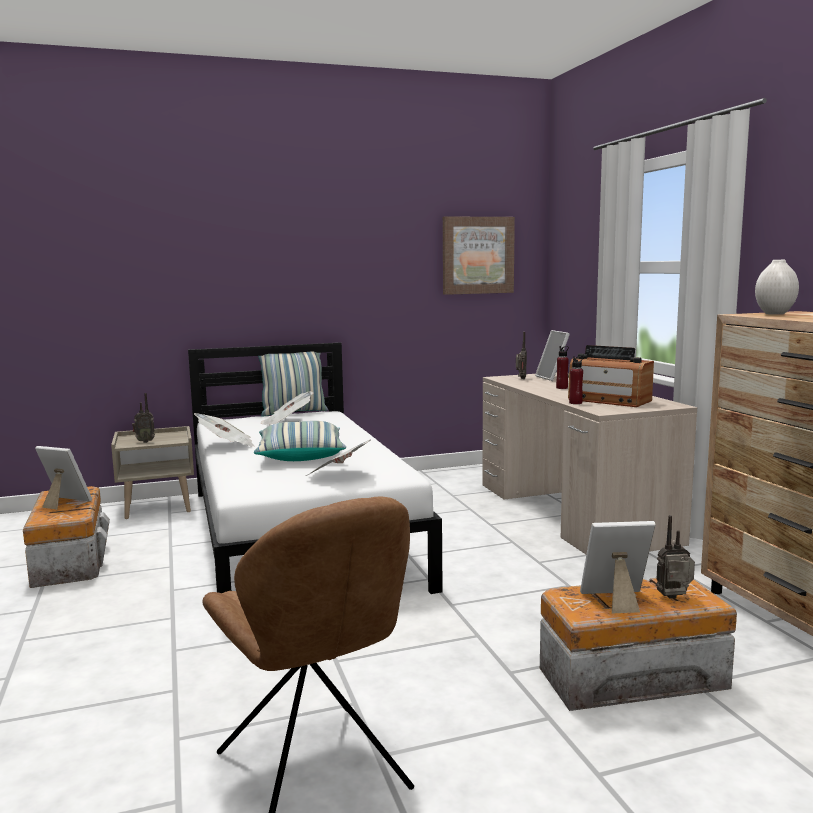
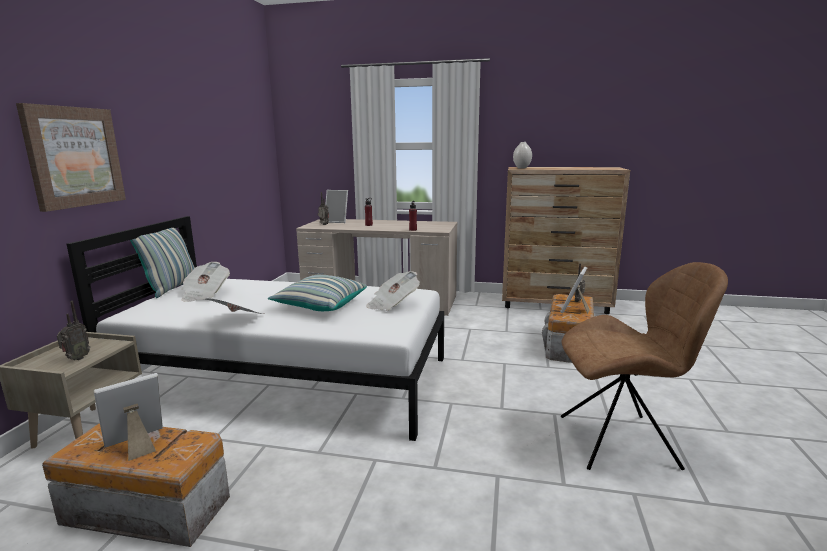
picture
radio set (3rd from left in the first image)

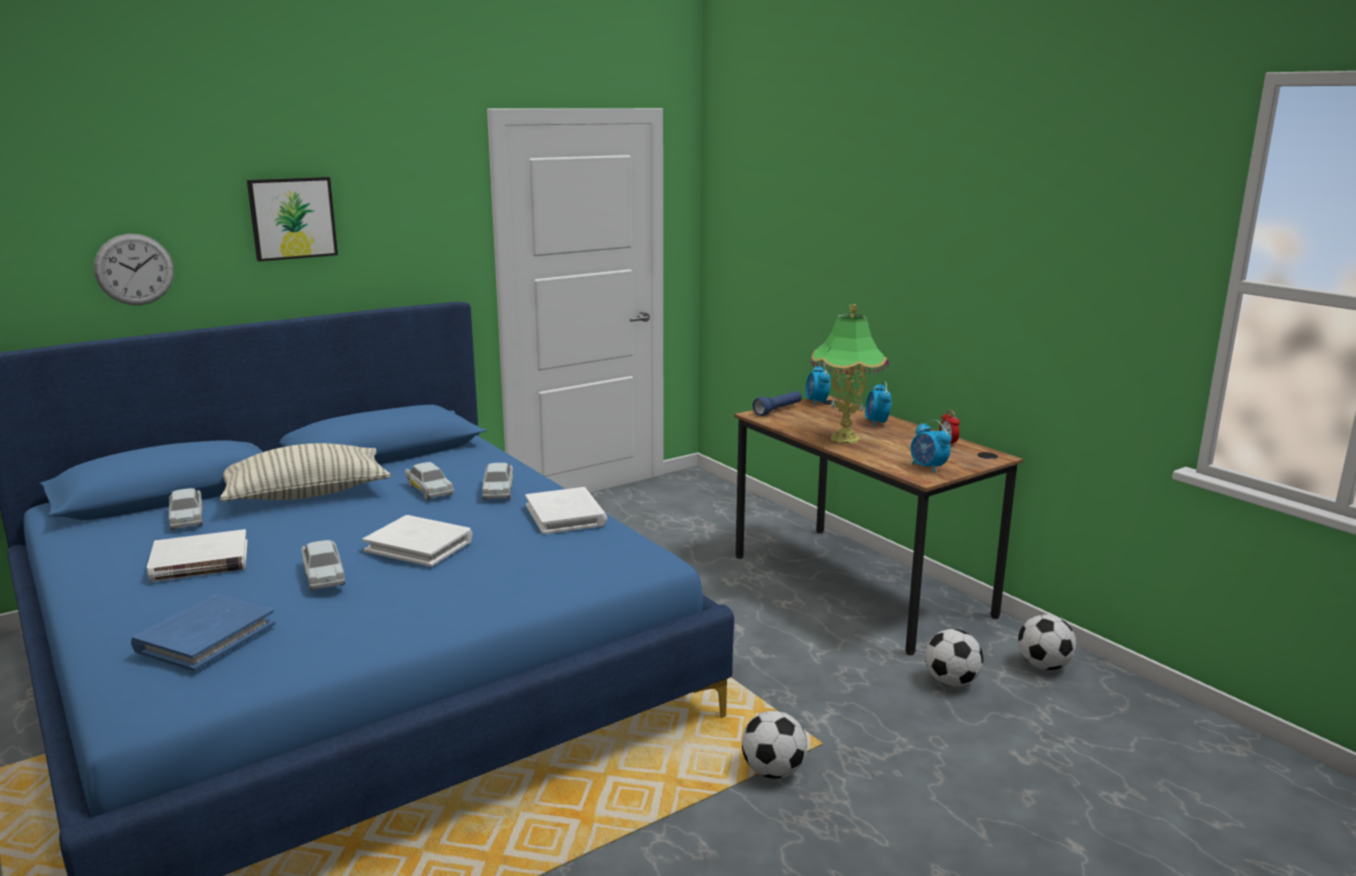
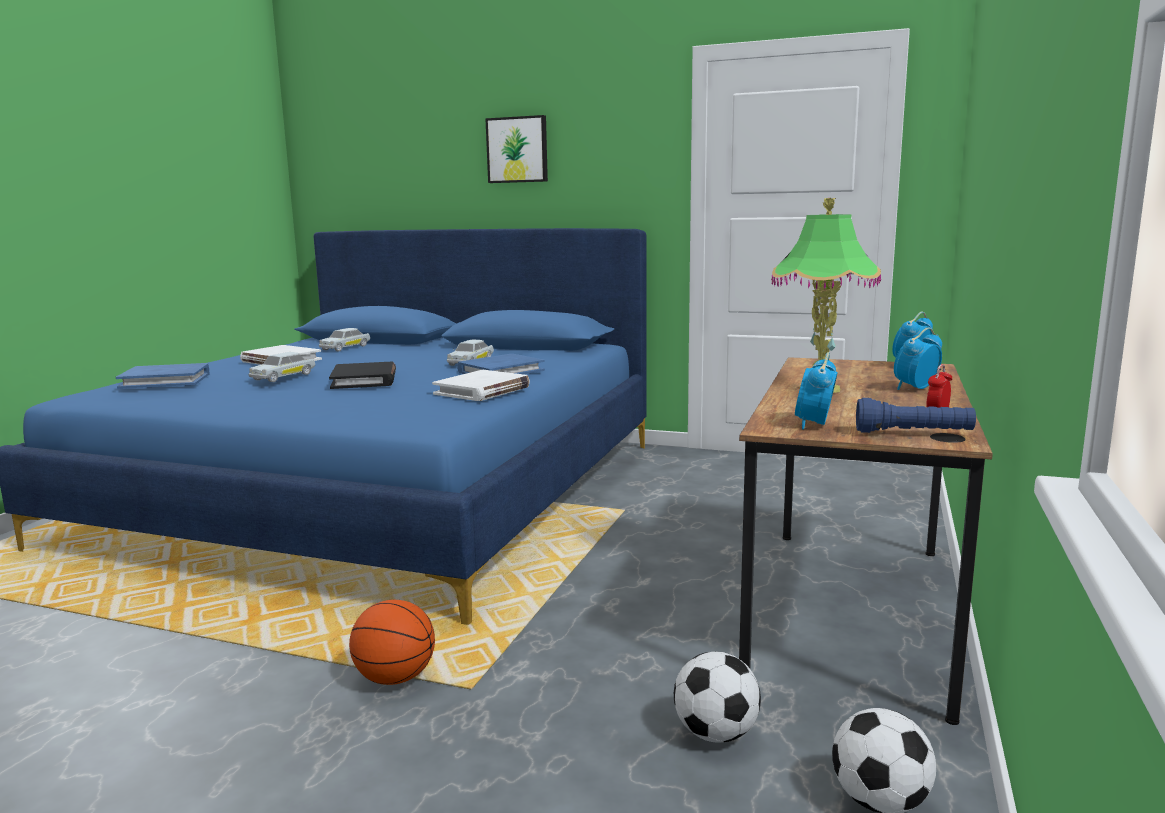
hanging clock
cushion
black-coloured volume
bluish volume (2nd from left)
basketball ball
bluish hand torch

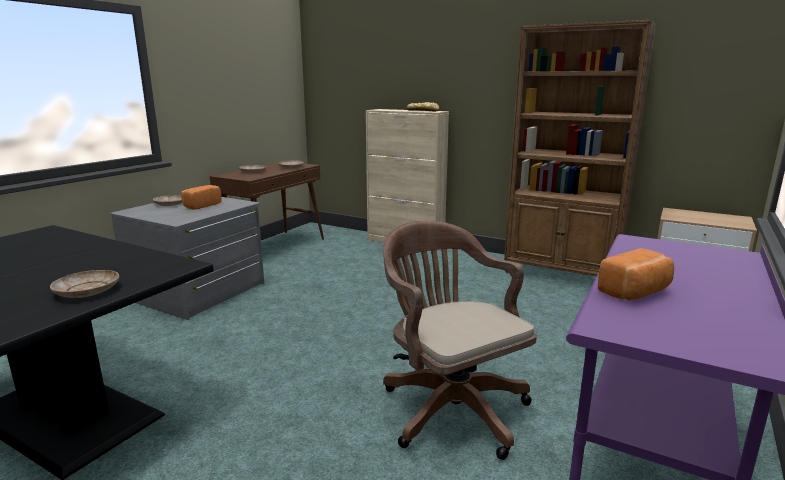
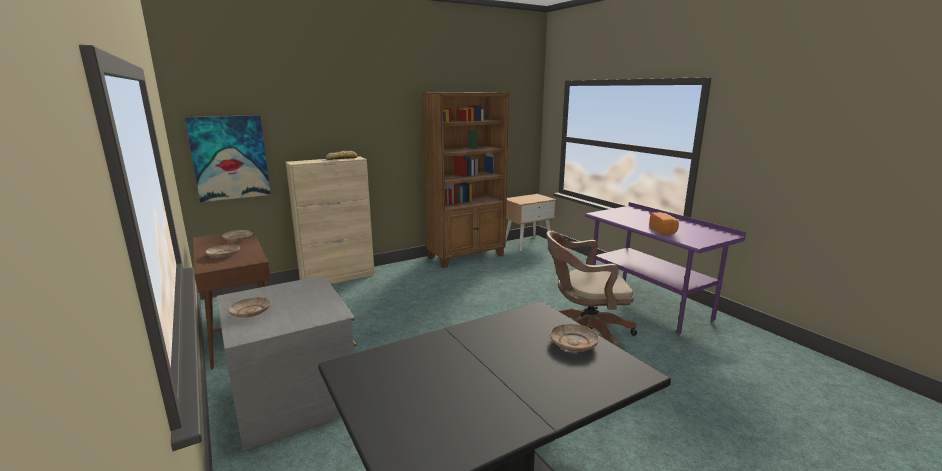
baked bread (1st from left in the first image)
picture

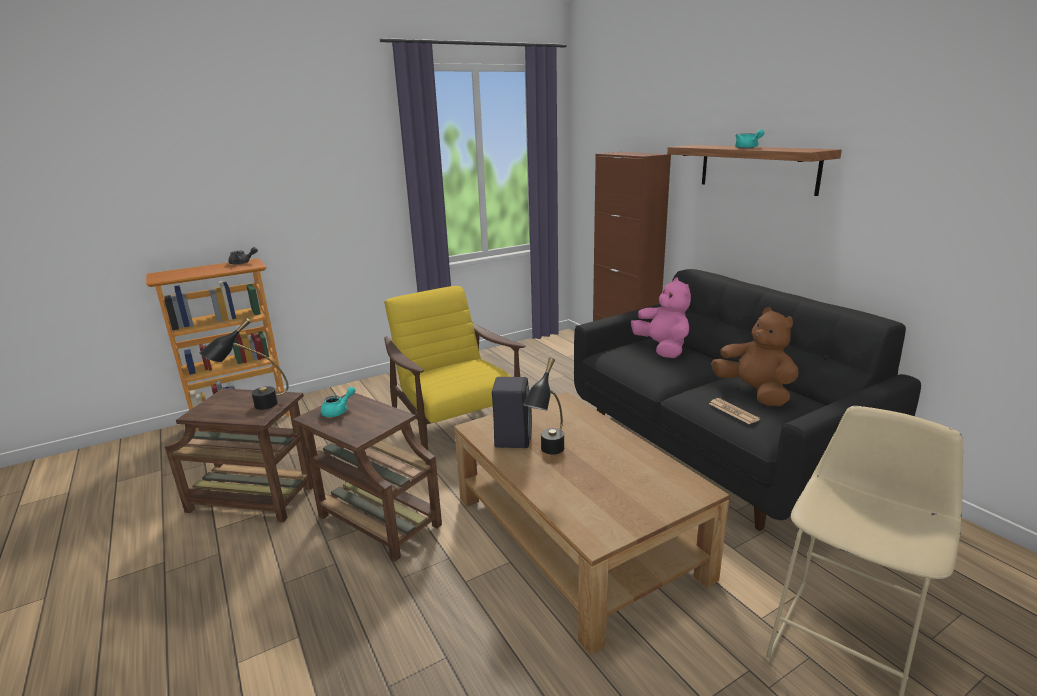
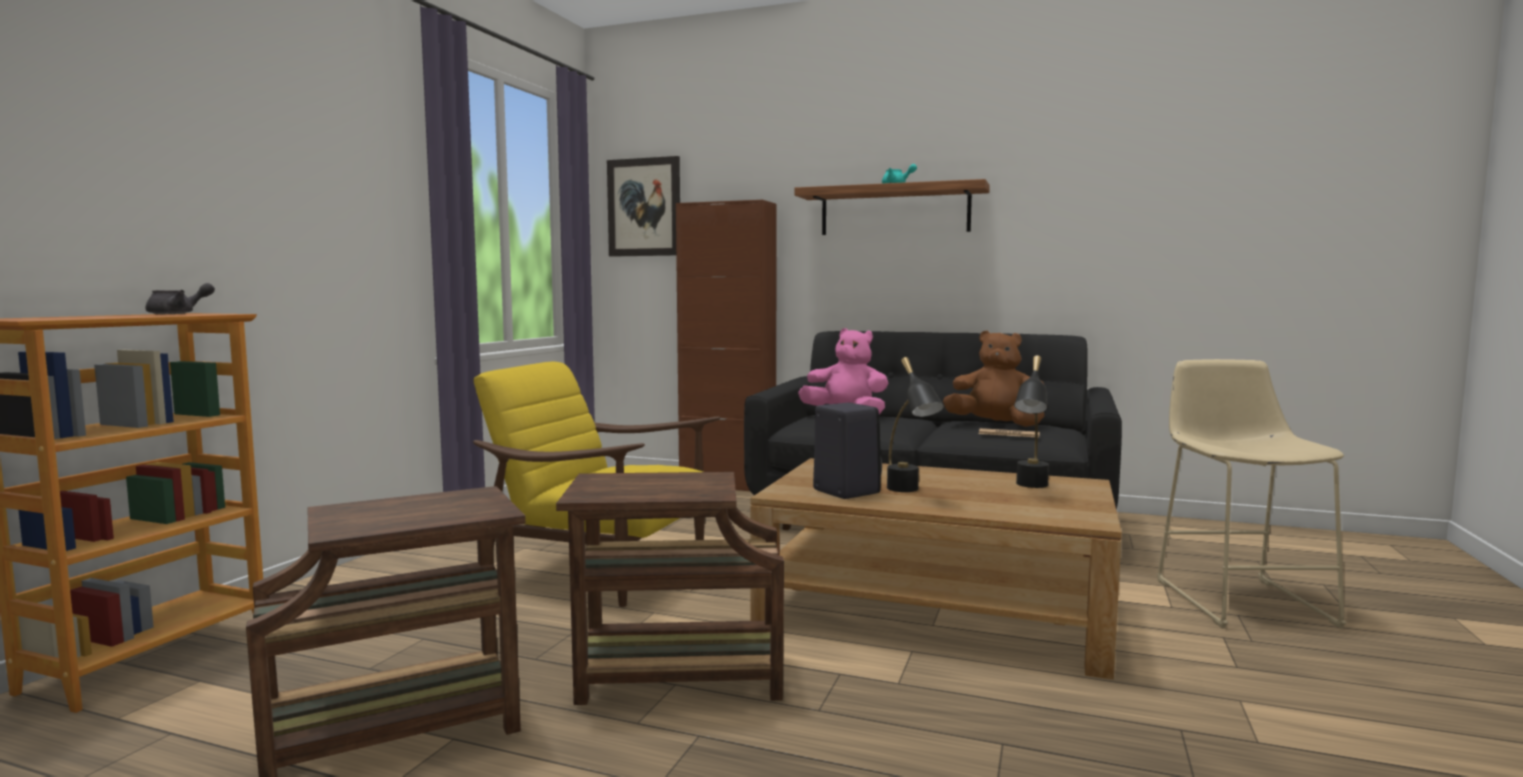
black-coloured table lamp (2nd from left)
blue-green pot for tea (1st from left in the first image)
picture

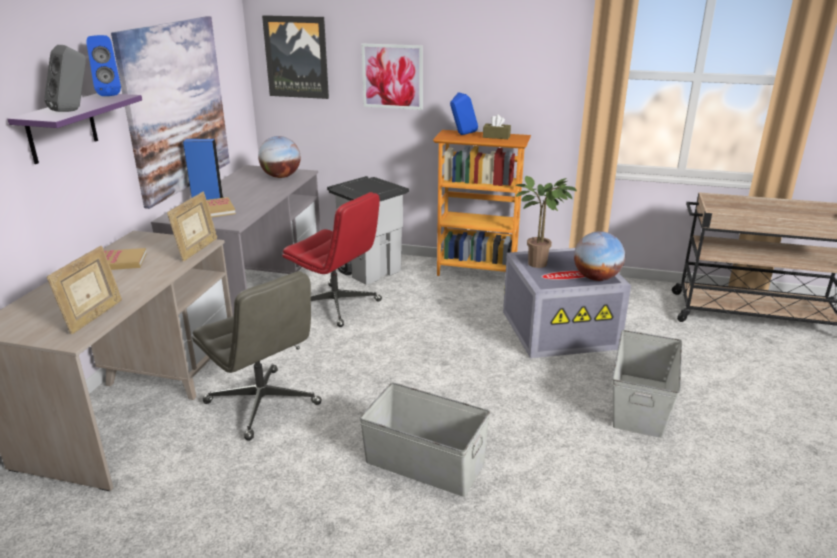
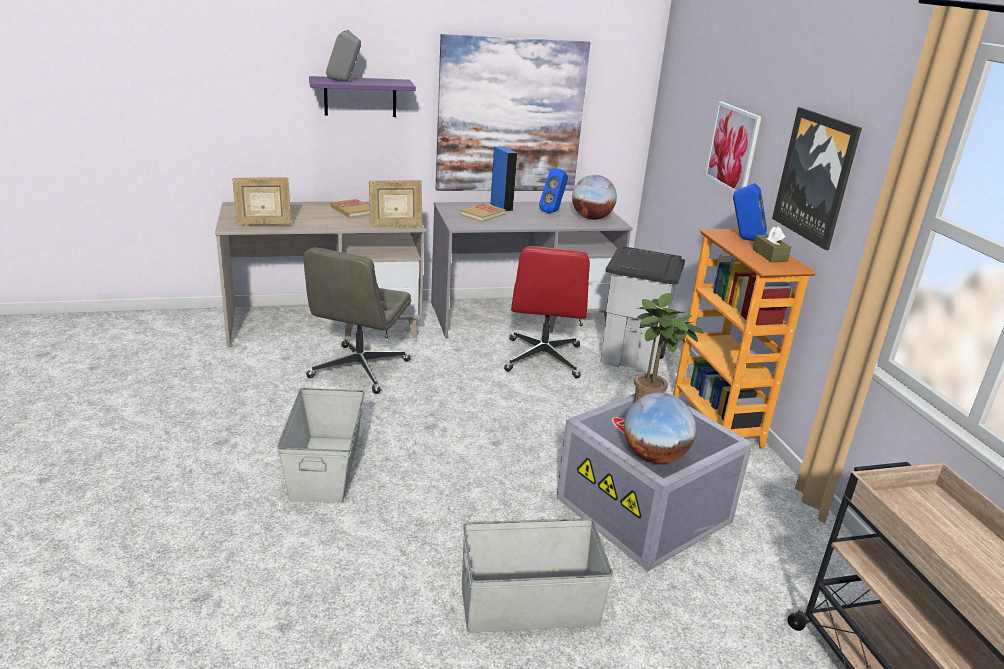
bluish loudspeaker (2nd from left)
picture (3rd from left)

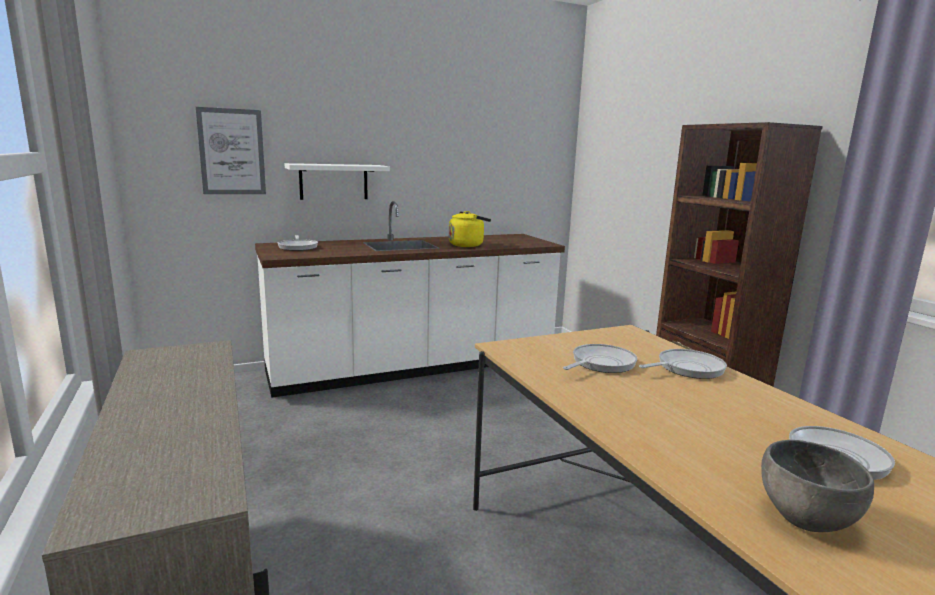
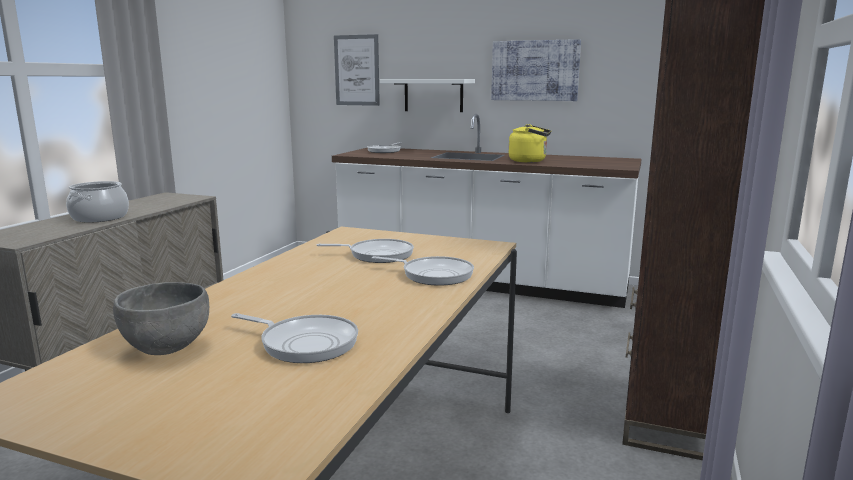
saucepot
picture (2nd from left)

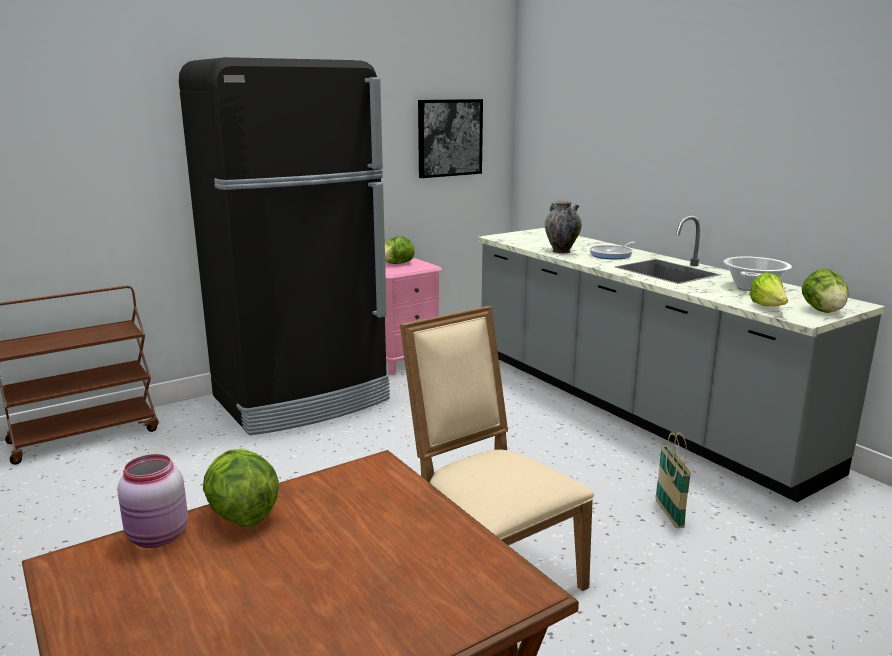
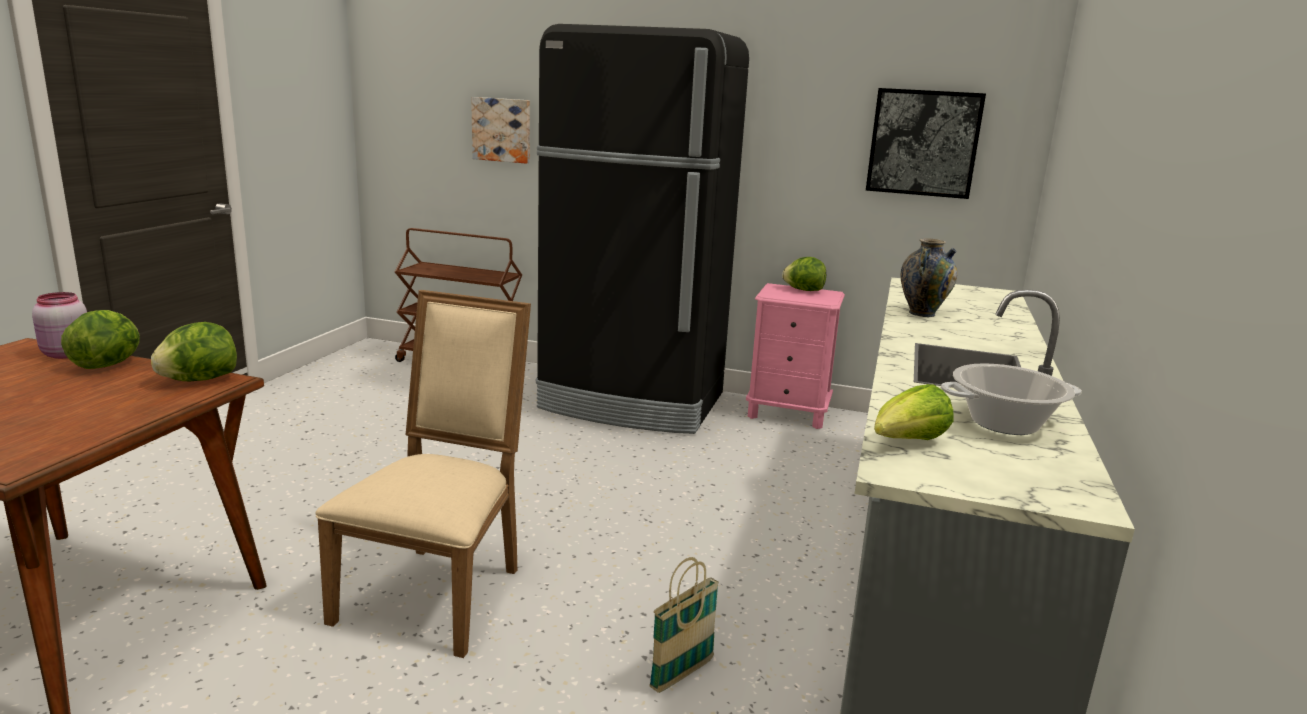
pan
lettuce (2nd from left)
picture (1st from left)

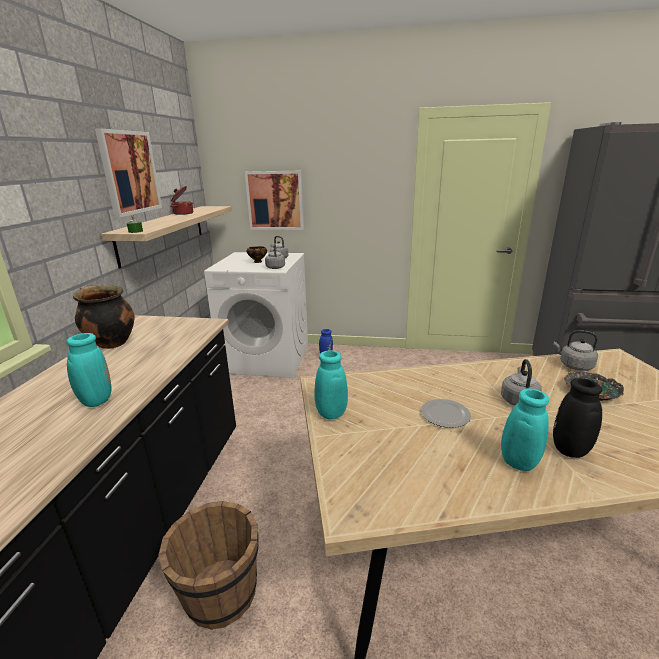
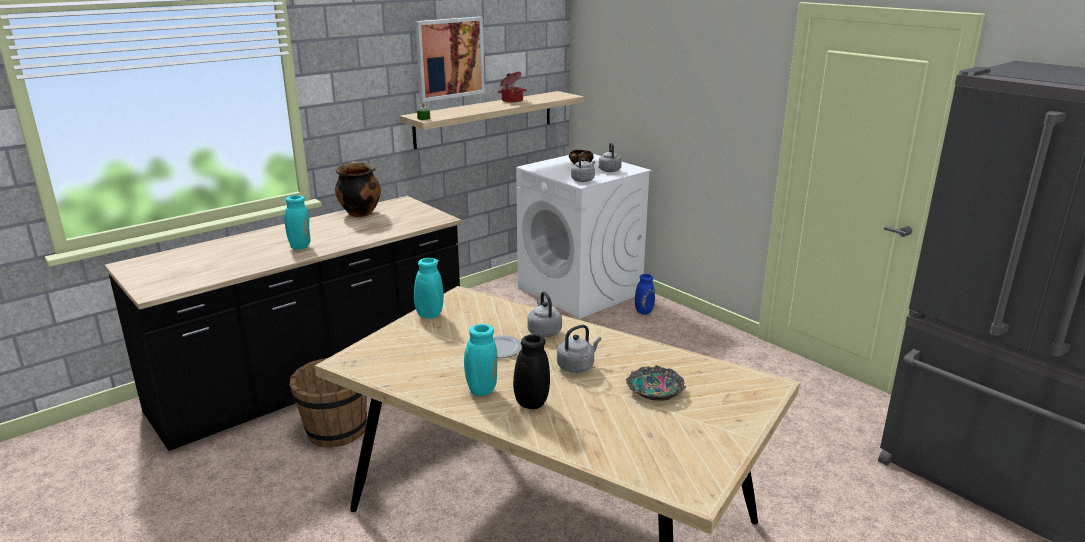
picture (2nd from left in the first image)
grey kettle (1st from left)

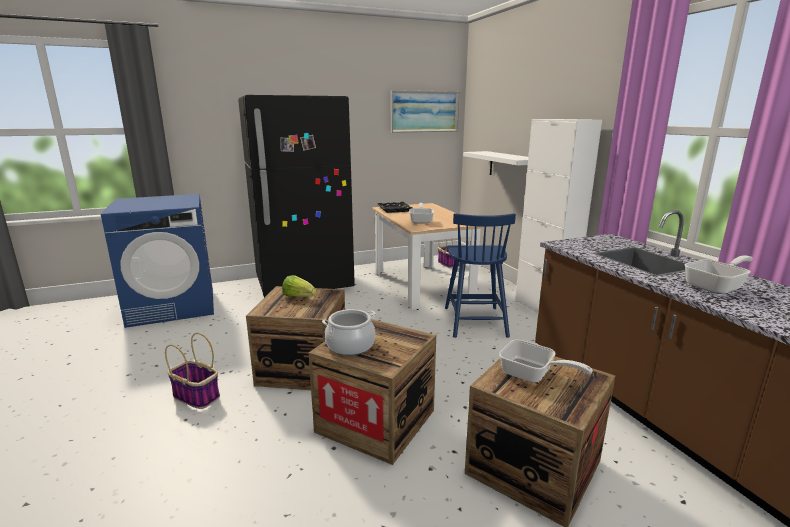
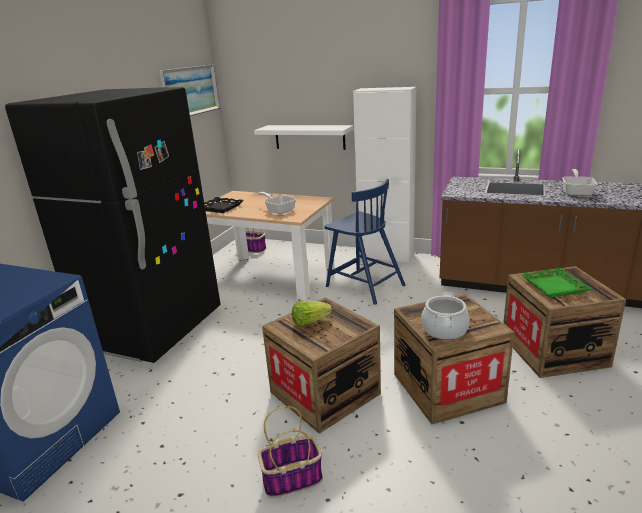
green carrying tray

